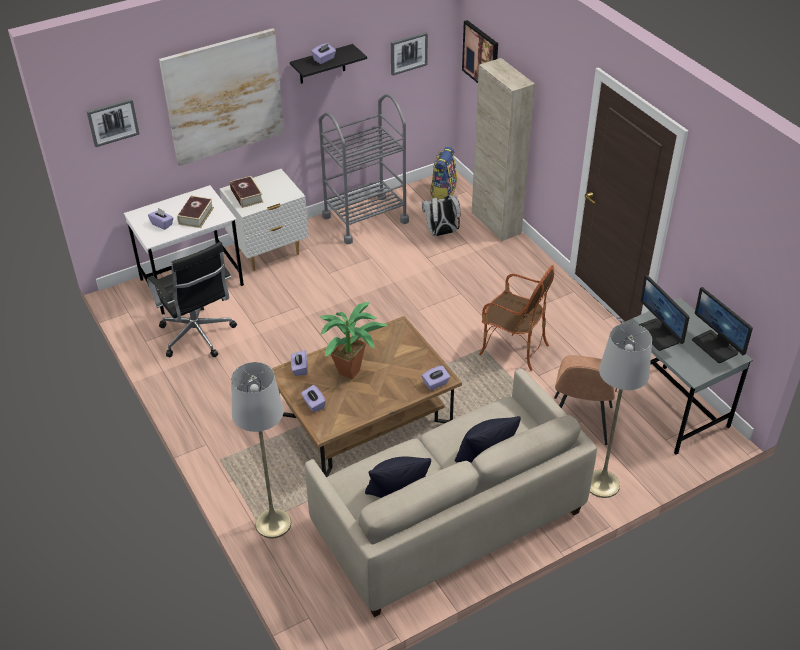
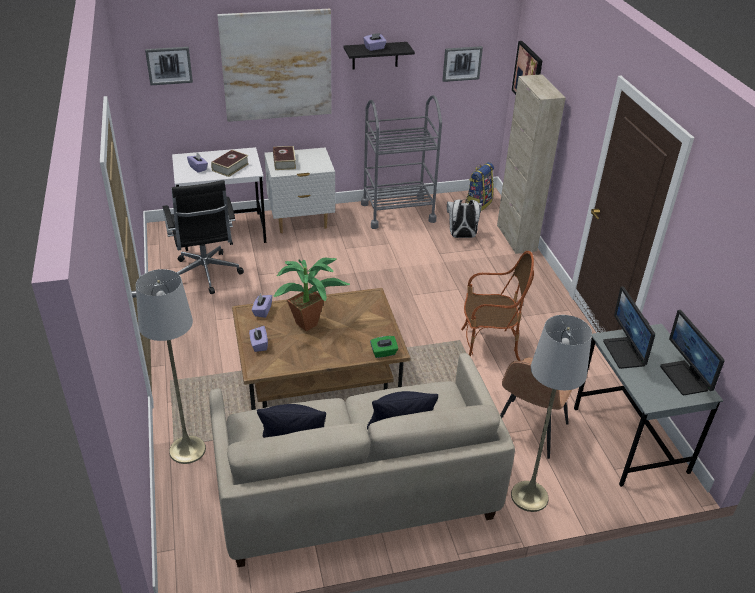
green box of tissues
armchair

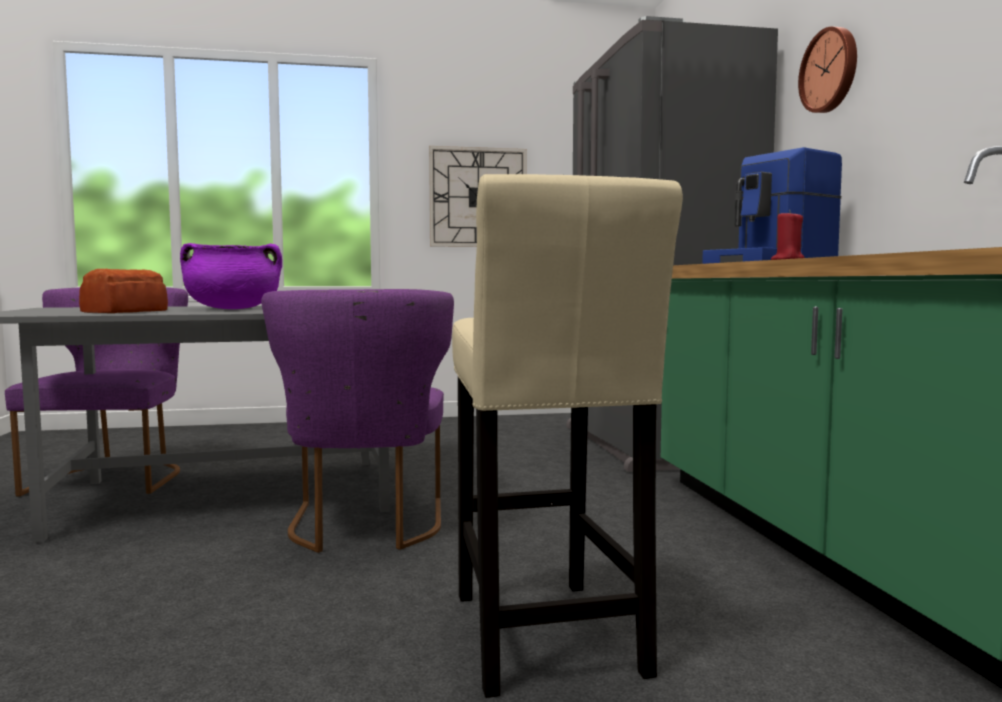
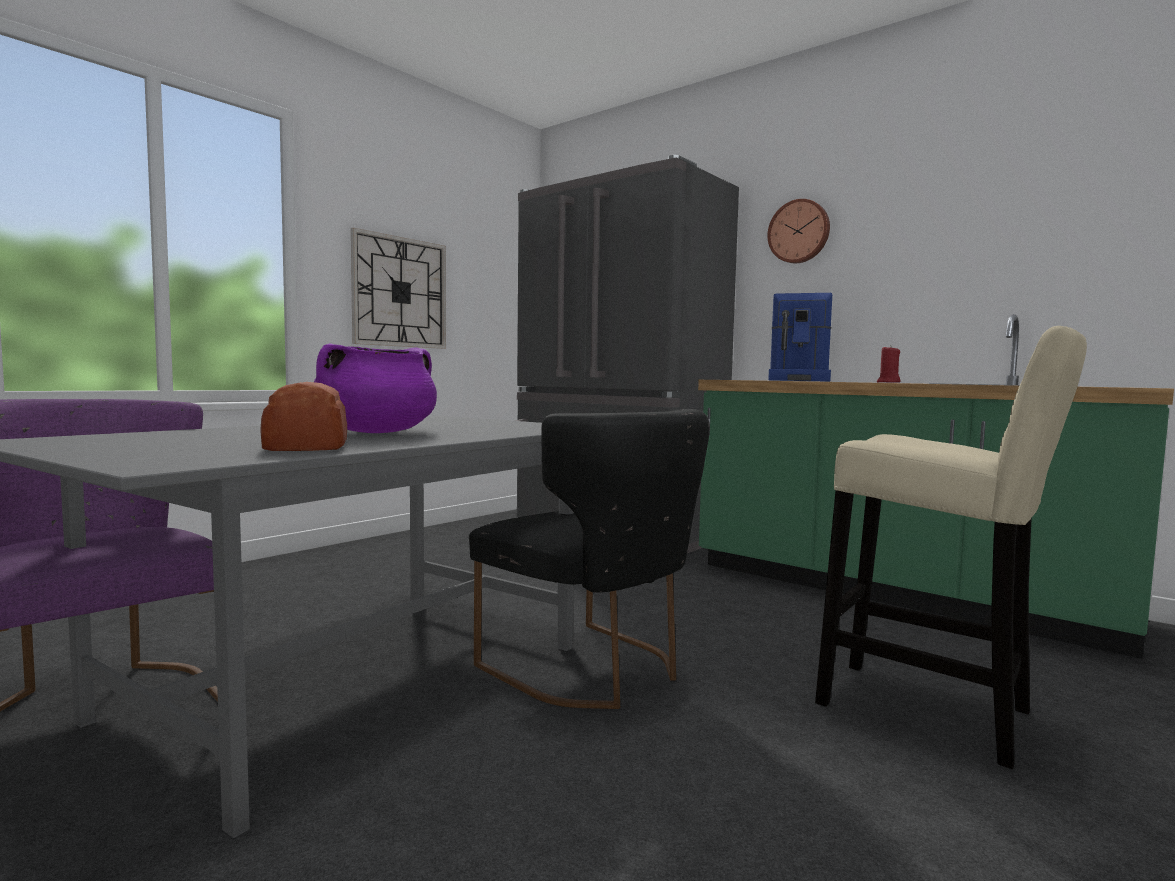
black-coloured upright chair

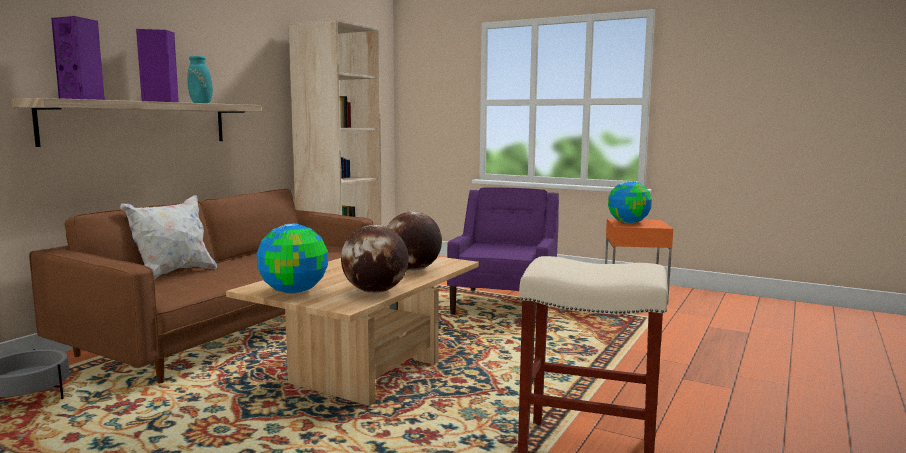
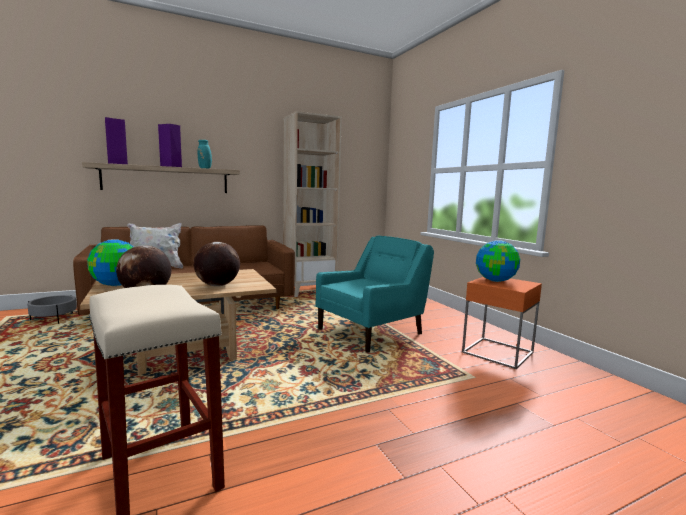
blue-green armchair

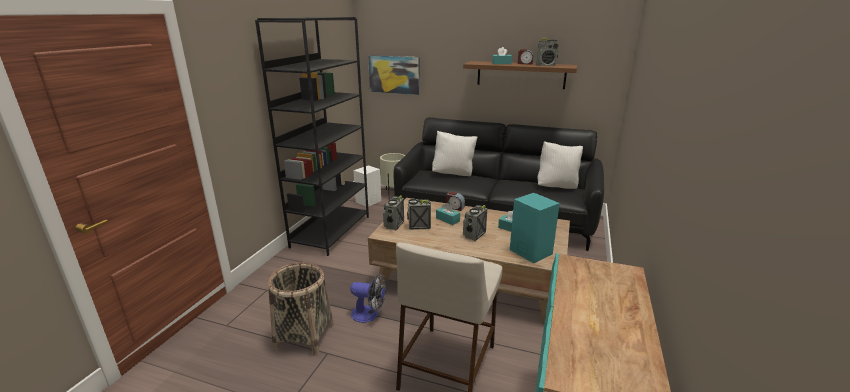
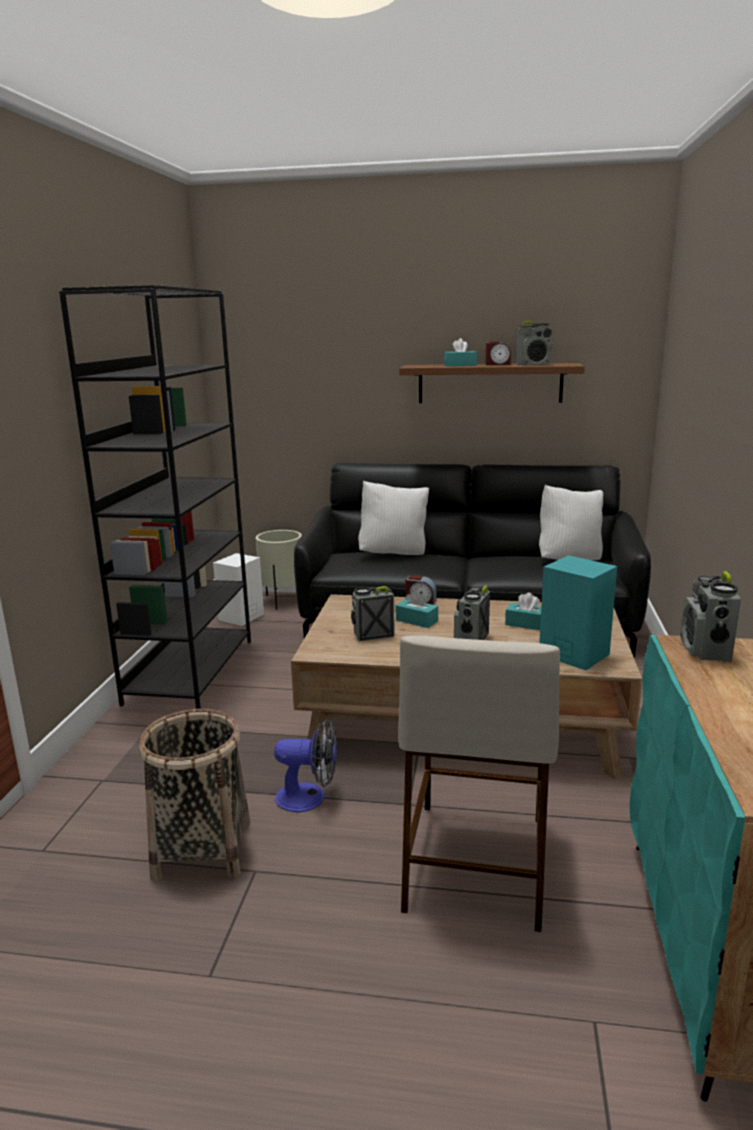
picture
radio set (4th from left)

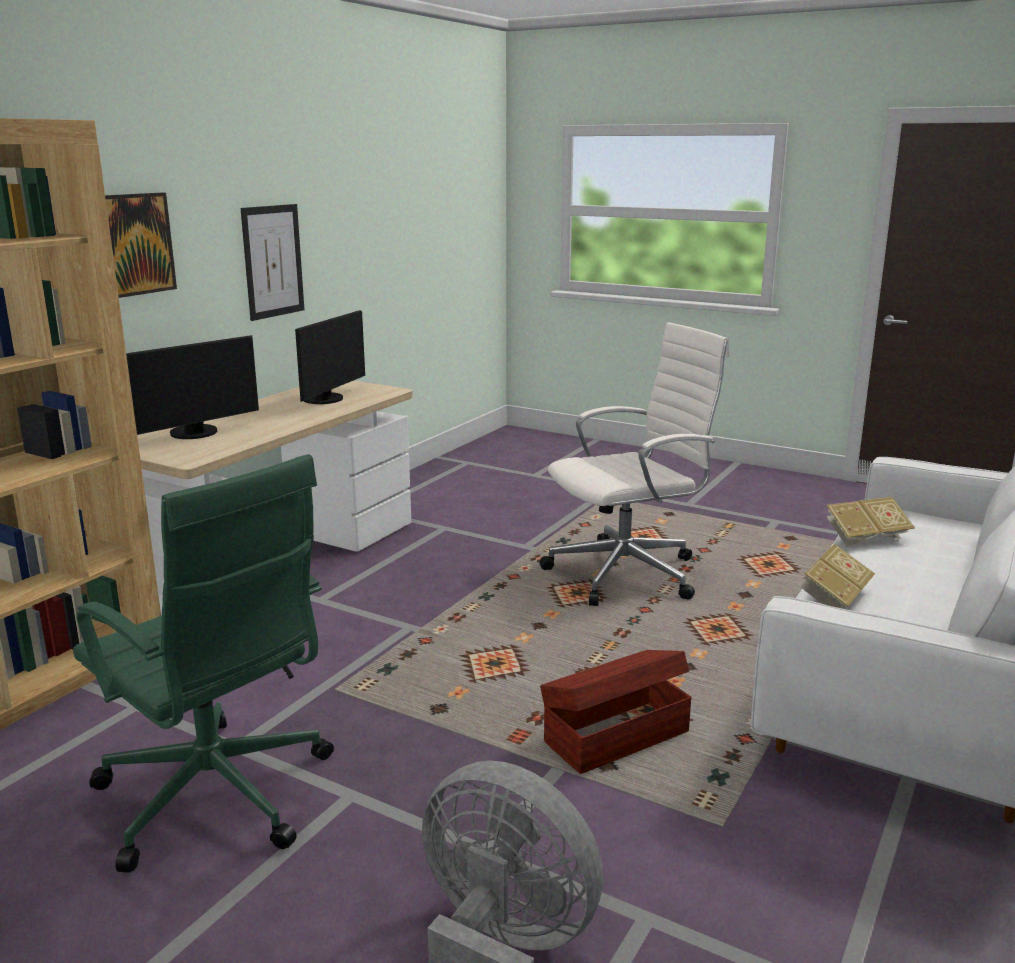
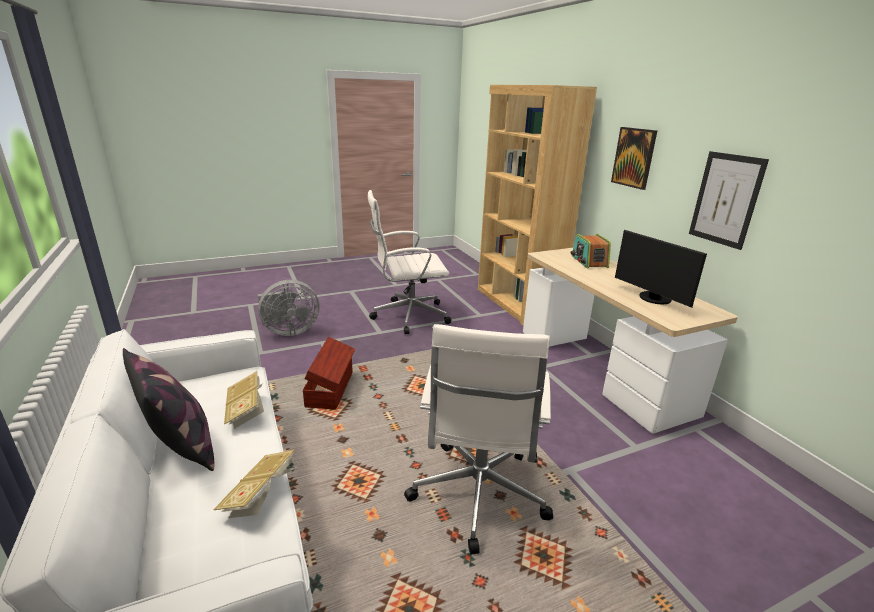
whitish computer chair (1st from left)
radio set
cushion

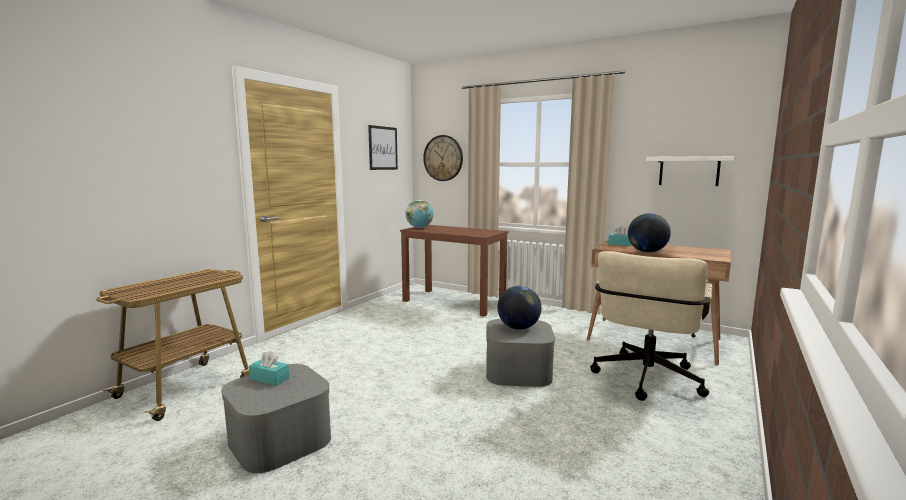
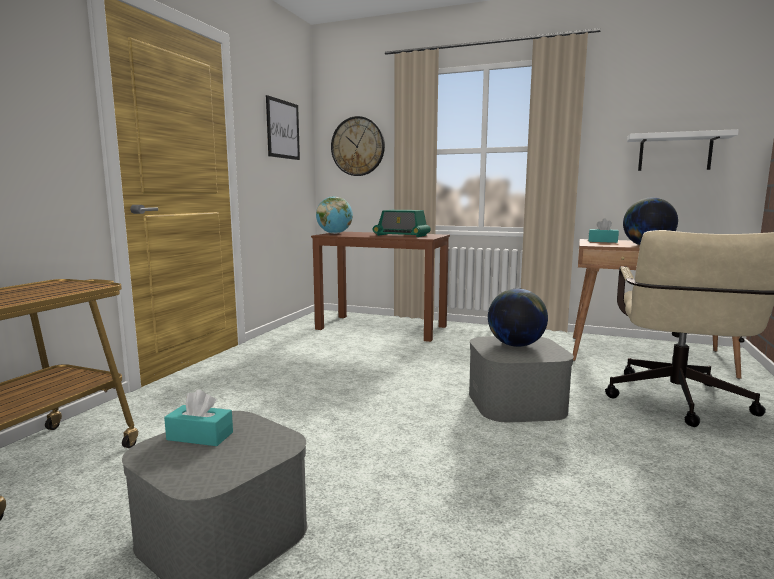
radio set

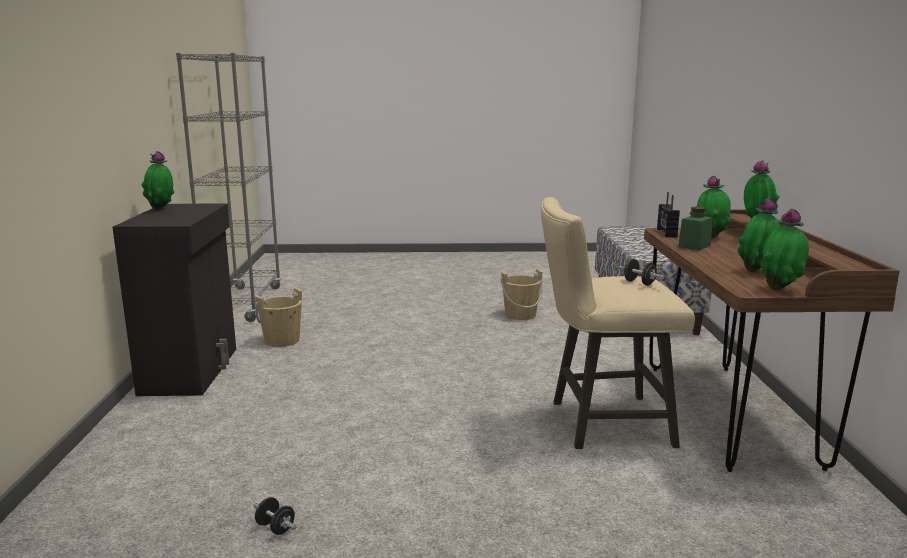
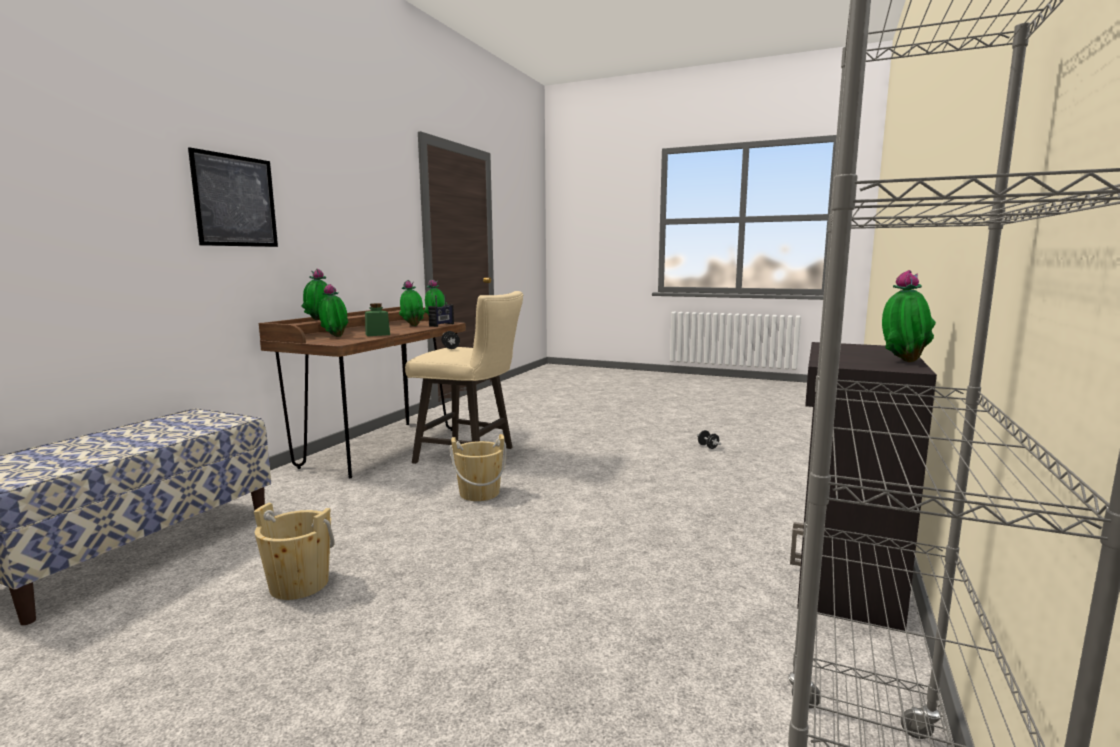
beige pail (2nd from left)
radio set
picture

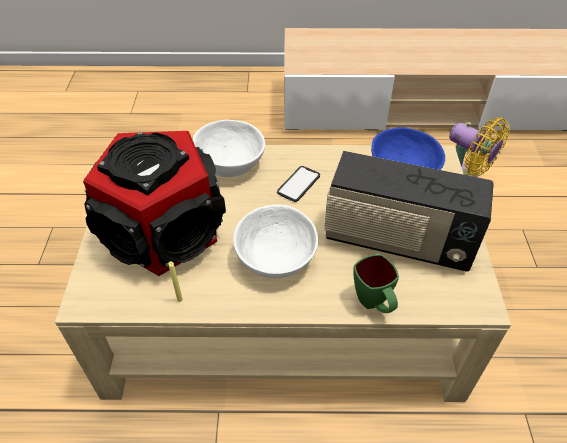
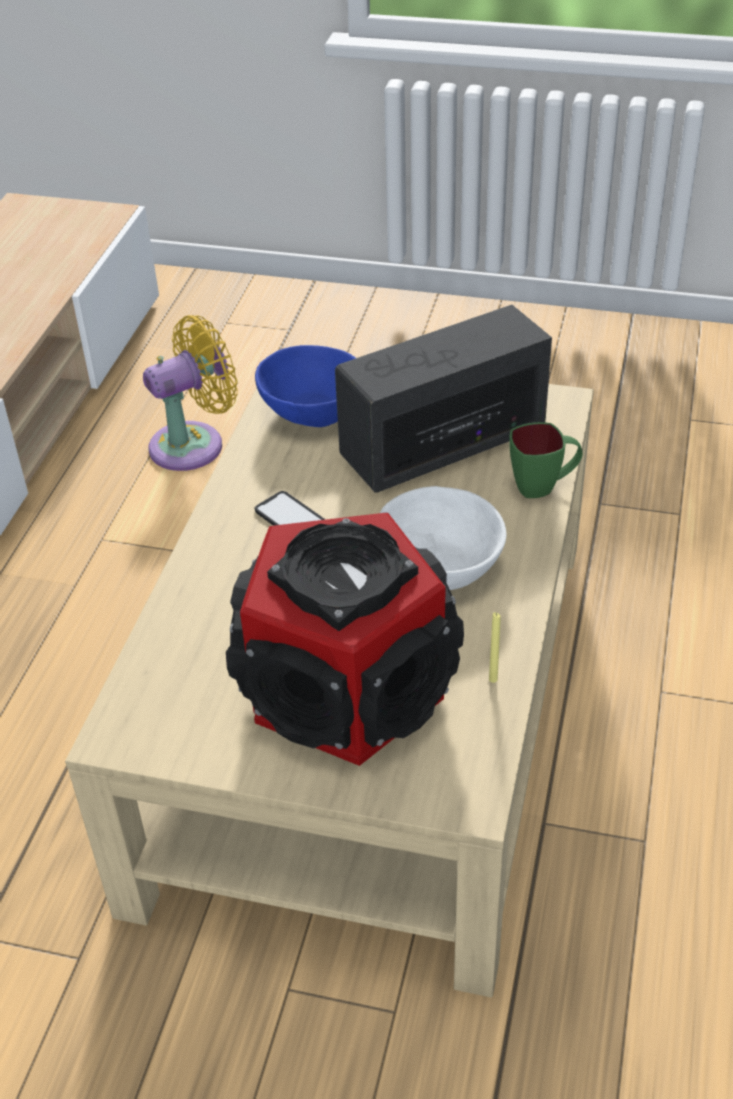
whitish bowl (1st from left in the first image)
radio set

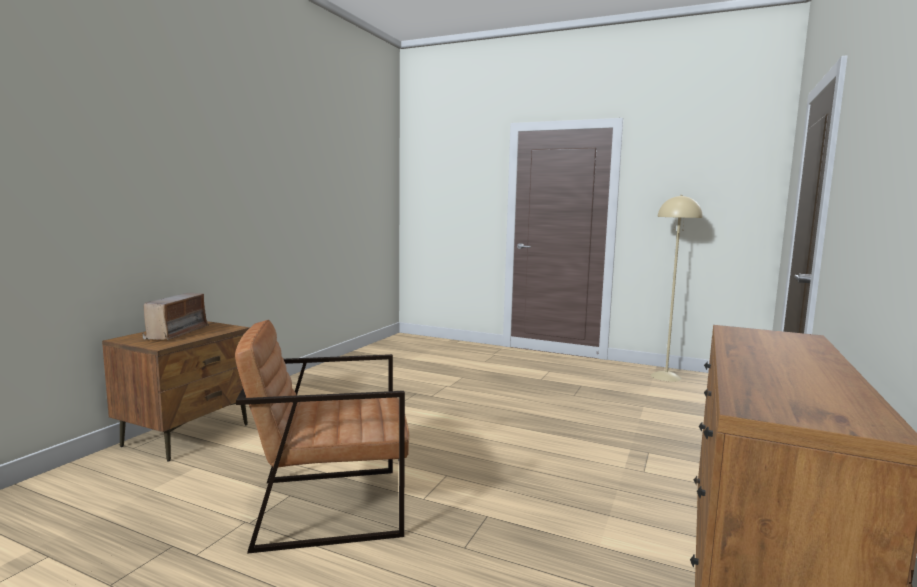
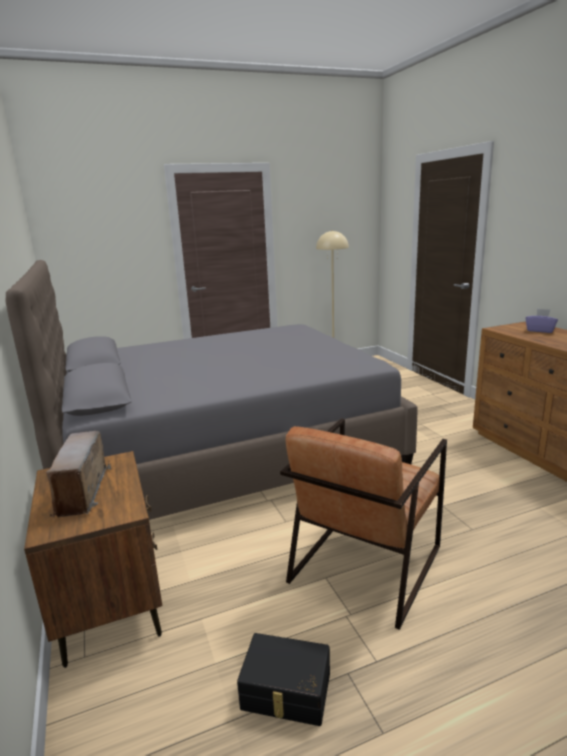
radio set
grey sleeping bed
black-coloured storage bin
purplish box of tissues

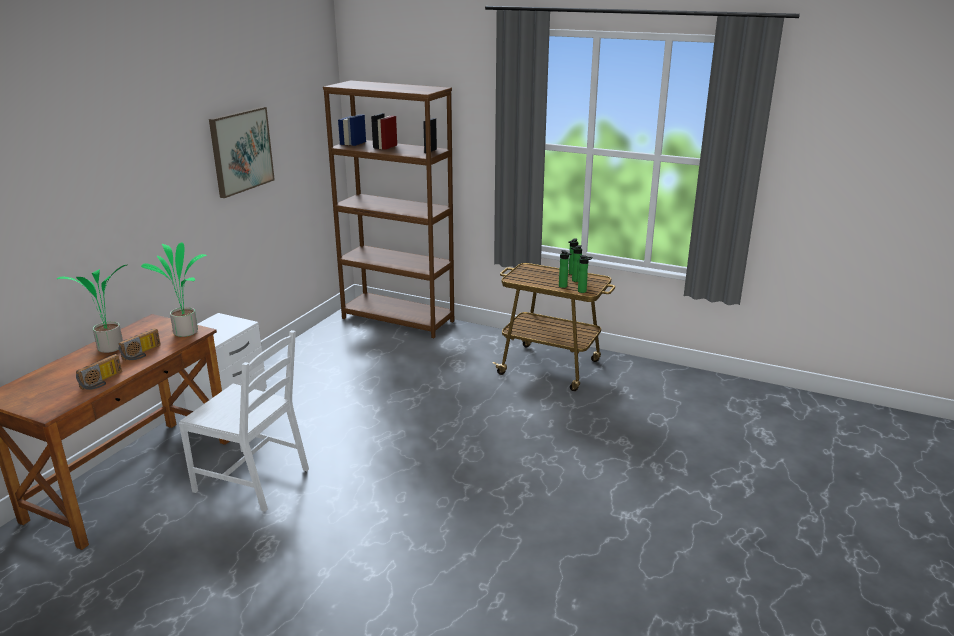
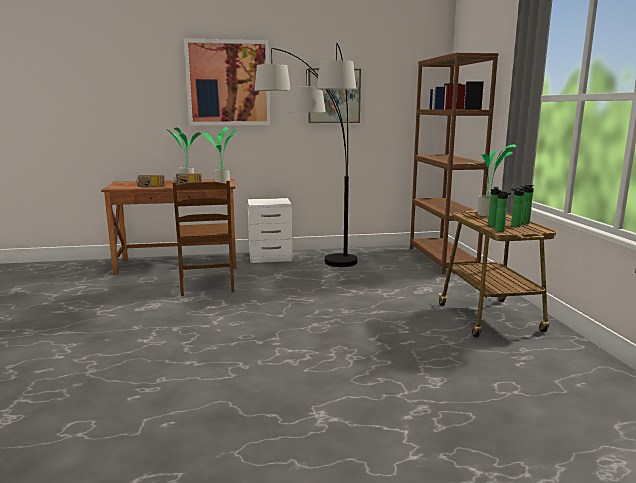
brown upright chair
picture (1st from left)
standard lamp
houseplant (3rd from left)

